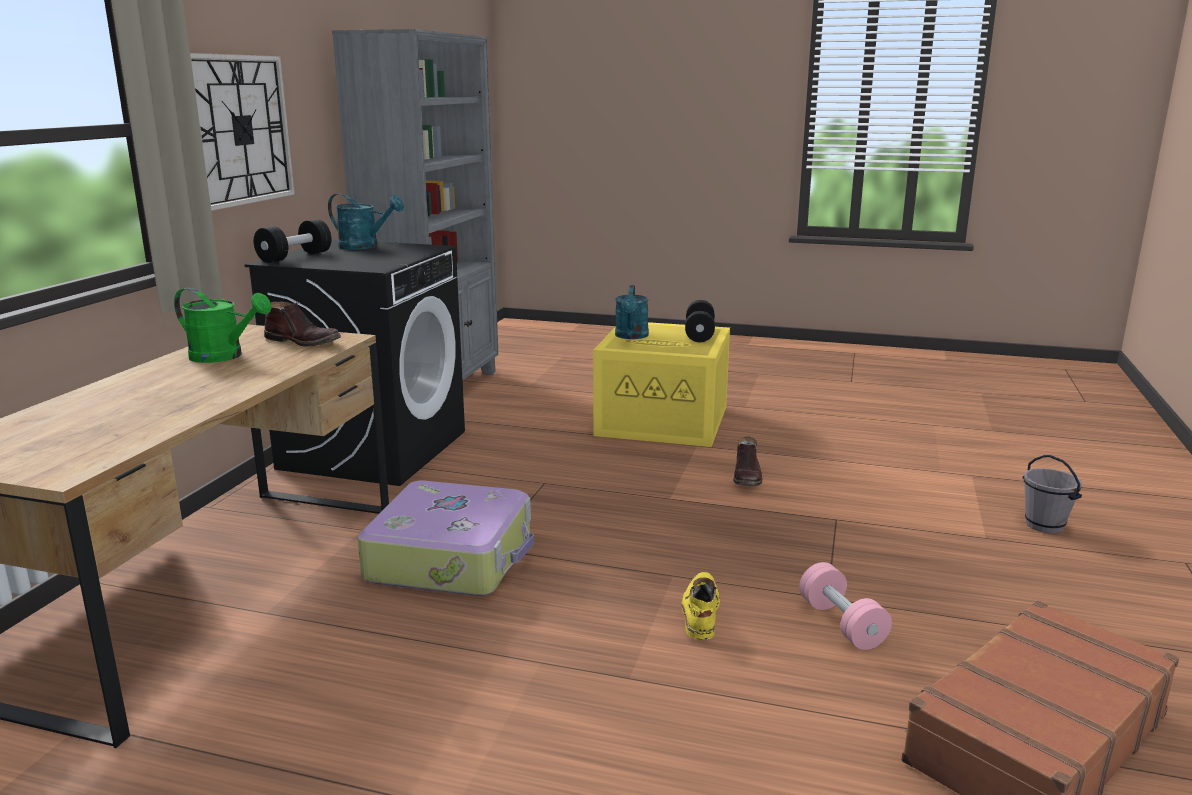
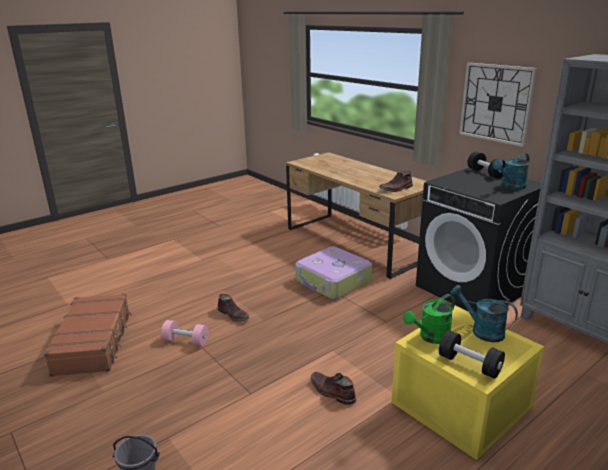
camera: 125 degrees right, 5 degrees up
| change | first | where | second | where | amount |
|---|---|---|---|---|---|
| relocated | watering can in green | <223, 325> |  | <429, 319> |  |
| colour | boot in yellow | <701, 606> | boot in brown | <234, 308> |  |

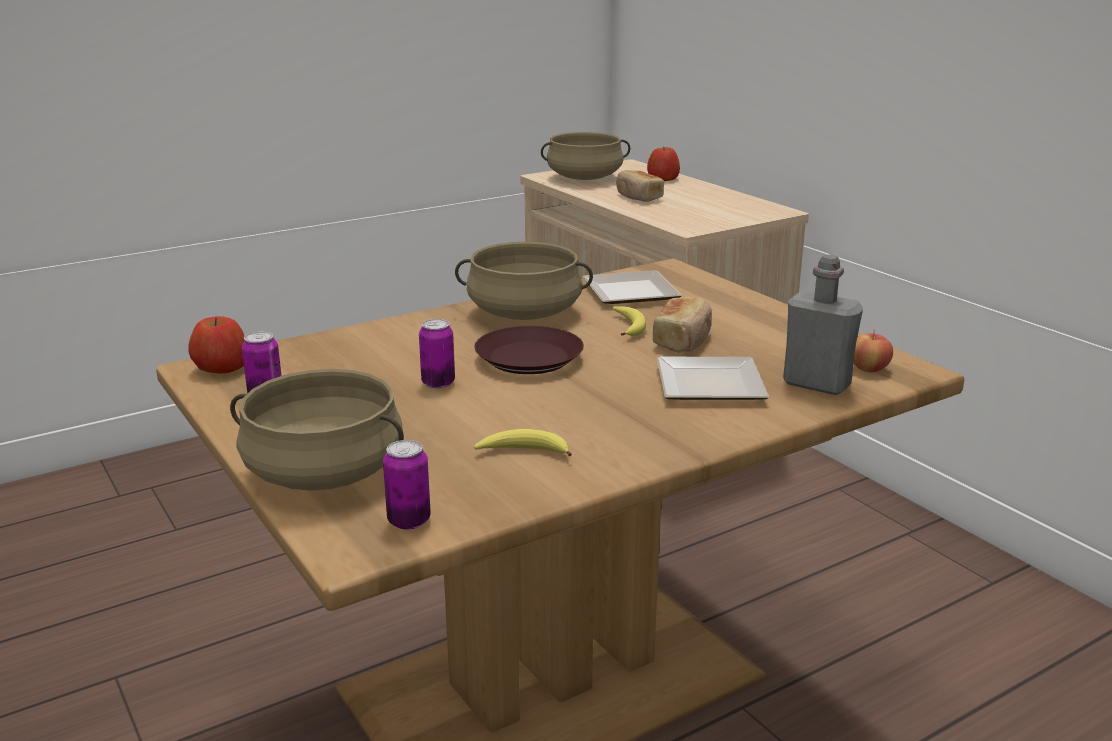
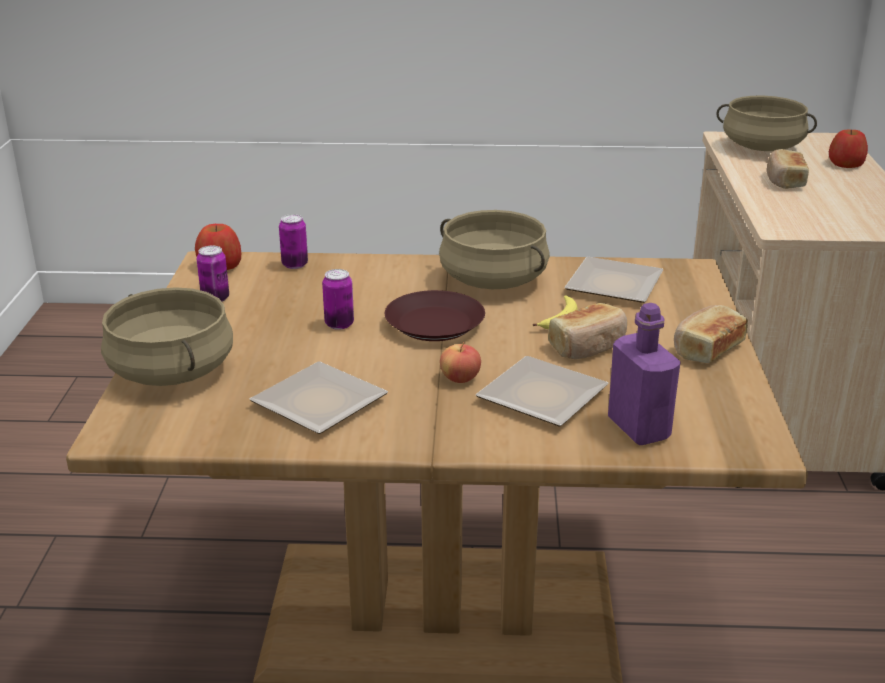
camera: 35 degrees right, 5 degrees up
| change | first | where | second | where | amount |
|---|---|---|---|---|---|
| appeared |  |  | bread | <711, 334> |  |
| relocated | can | <407, 485> |  | <293, 241> |  |
| relocated | apple | <873, 350> |  | <460, 362> |  |
| exchanged | banana | <522, 442> | plate | <318, 397> |  |
| colour | bottle in grey | <823, 324> | bottle in purple | <644, 374> |  |

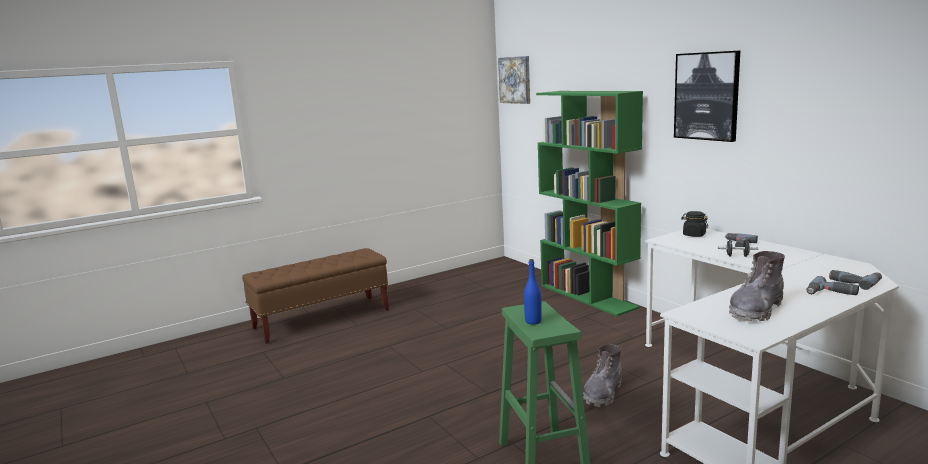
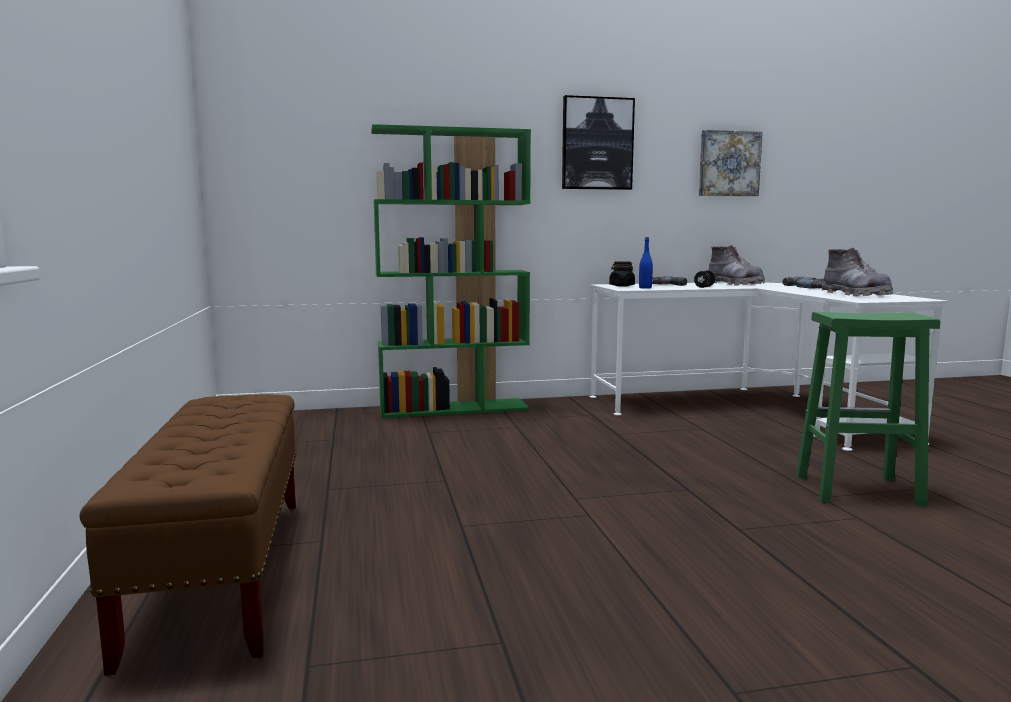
camera: 70 degrees left, 5 degrees down
| change | first | where | second | where | amount |
|---|---|---|---|---|---|
| relocated | picture | <514, 80> |  | <731, 163> |  |
| relocated | bottle in blue | <533, 292> |  | <646, 263> |  |
| relocated | boot in grey | <602, 375> |  | <737, 265> |  |

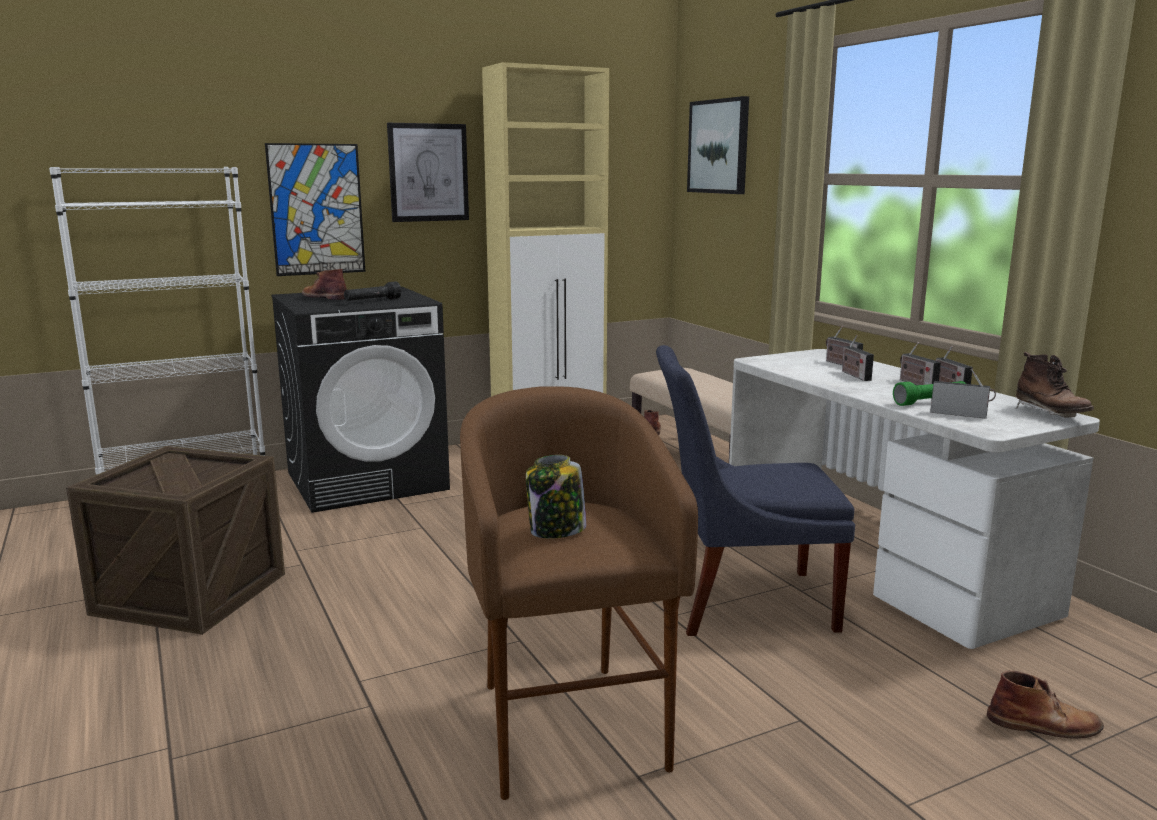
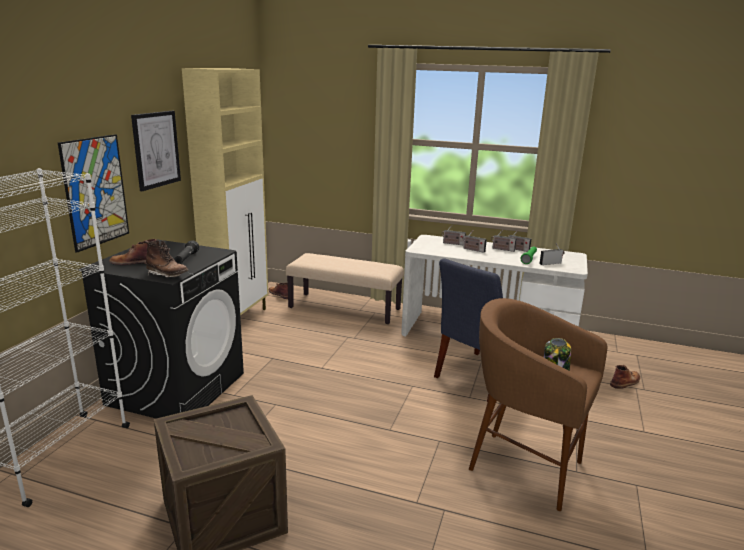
camera: 45 degrees left, 5 degrees up
| change | first | where | second | where | amount |
|---|---|---|---|---|---|
| missing | picture | <718, 145> |  |  |  |
| relocated | boot in brown | <1055, 385> |  | <166, 258> |  |

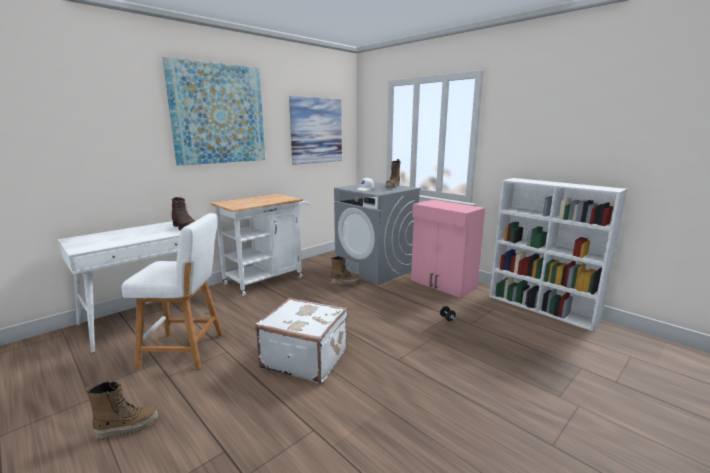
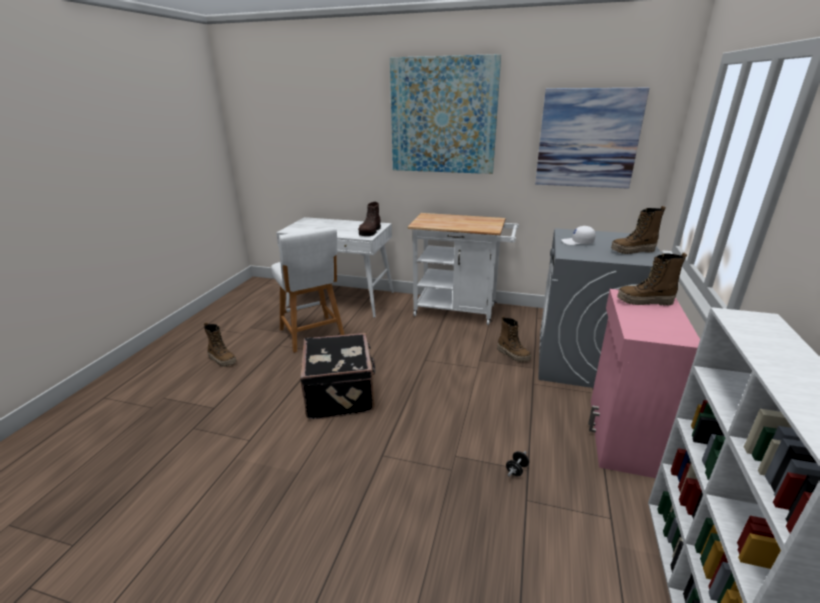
camera: 60 degrees right, 10 degrees up
| change | first | where | second | where | amount |
|---|---|---|---|---|---|
| appeared |  |  | boot | <652, 279> |  |
| colour | suitcase in white | <301, 340> | suitcase in black | <338, 376> |  |

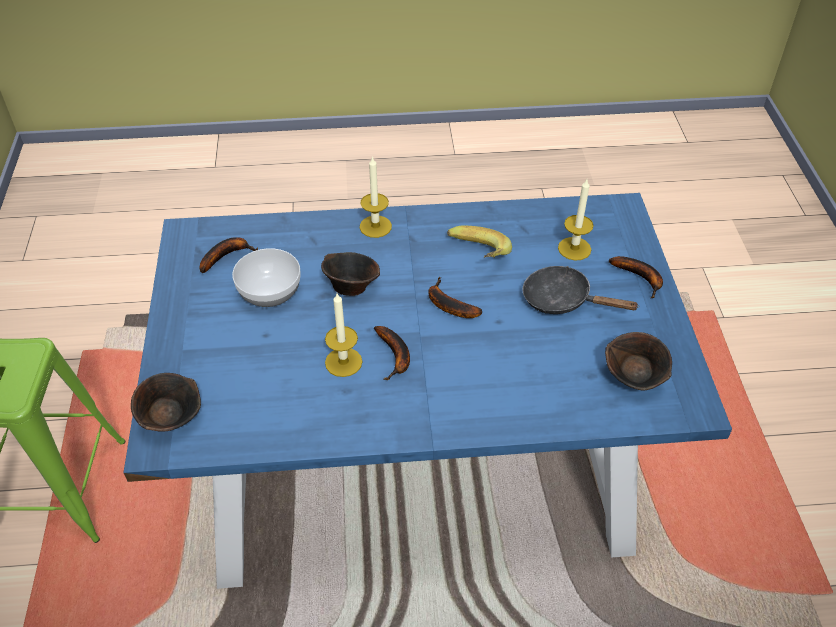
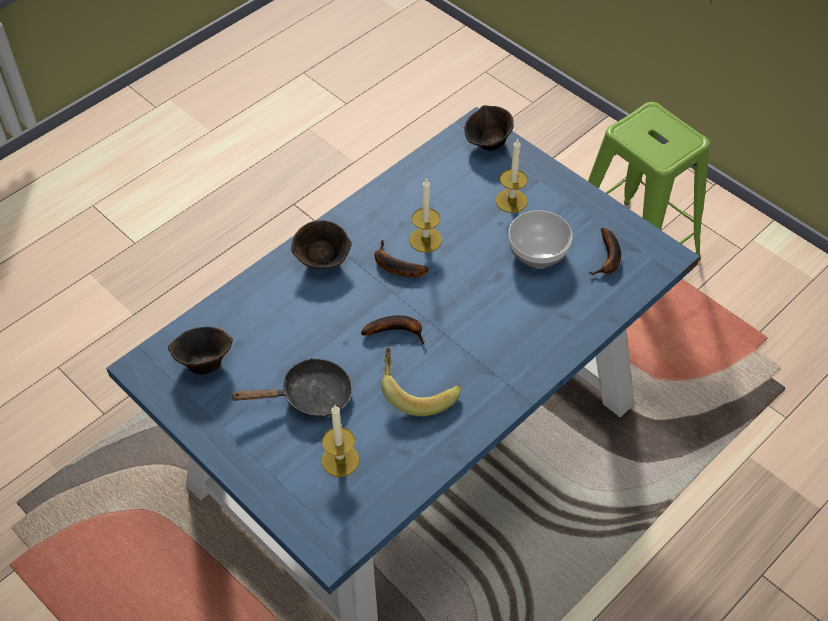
camera: 140 degrees right, 5 degrees up
| change | first | where | second | where | amount |
|---|---|---|---|---|---|
| missing | banana | <636, 277> |  |  |  |
| relocated | bowl in brown | <350, 274> |  | <321, 244> |  |
| relocated | candle | <376, 197> |  | <512, 176> |  |

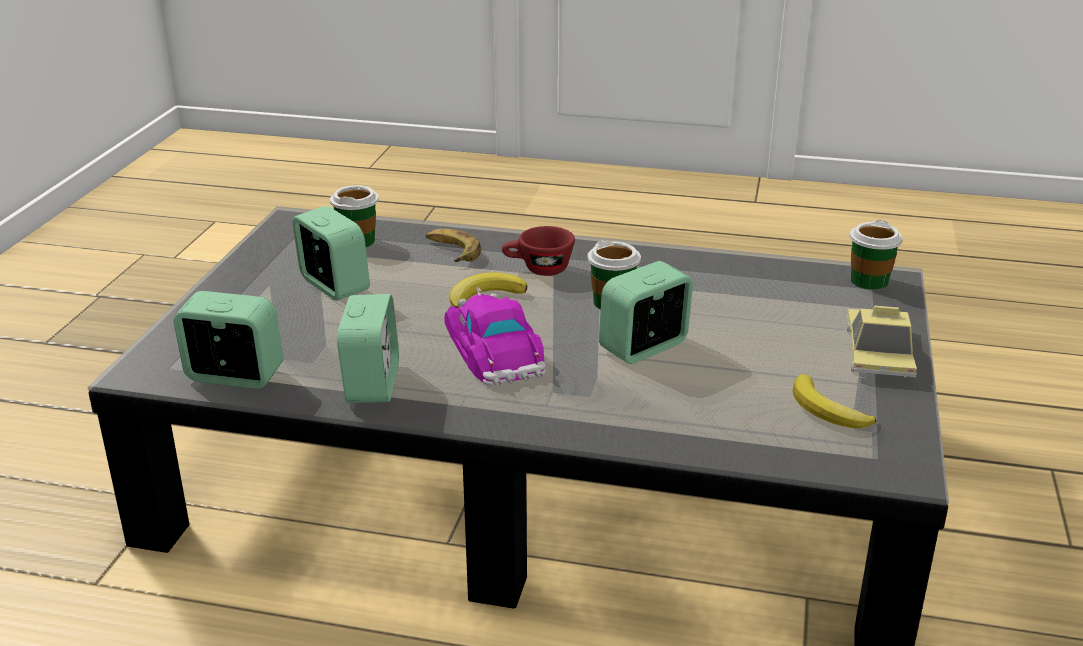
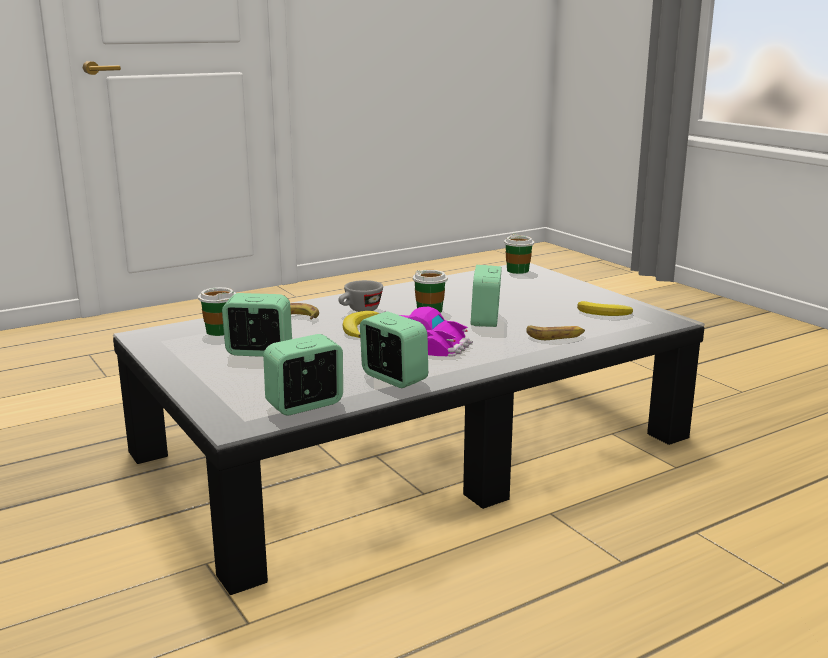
camera: 45 degrees left, 10 degrees down
| change | first | where | second | where | amount |
|---|---|---|---|---|---|
| missing | toy car | <882, 341> |  |  |  |
| appeared |  |  | banana | <555, 333> |  |
| colour | cup in red | <538, 251> | cup in grey | <360, 296> |  |

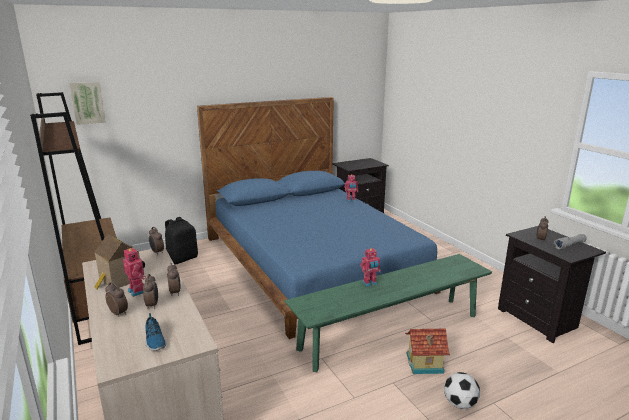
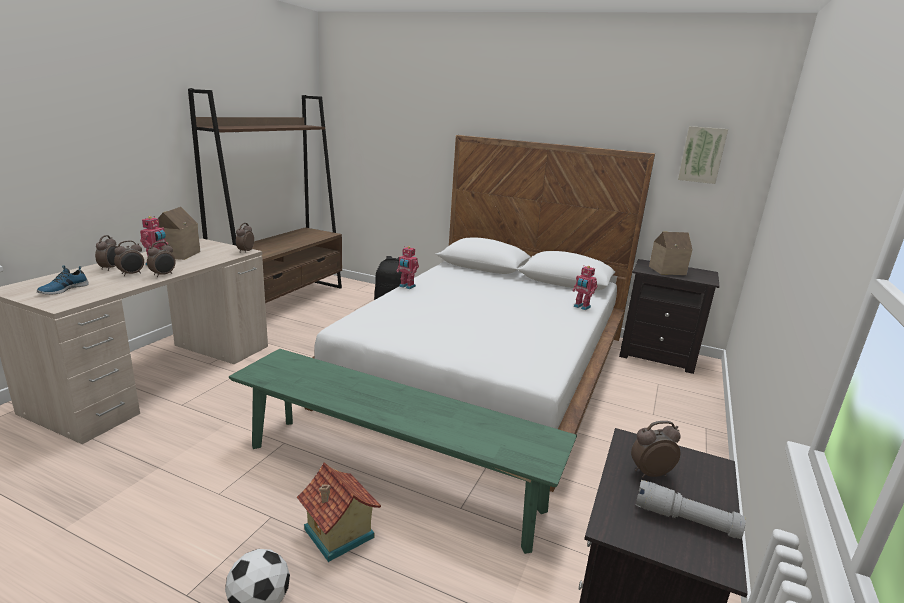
camera: 50 degrees right, 0 degrees up
| change | first | where | second | where | amount |
|---|---|---|---|---|---|
| appeared |  |  | toy house | <671, 253> |  |
| relocated | picture | <87, 103> |  | <703, 155> |  |
| relocated | toy robot | <370, 267> |  | <408, 267> |  |
| colour | bed in blue | <319, 218> | bed in white | <479, 313> |  |

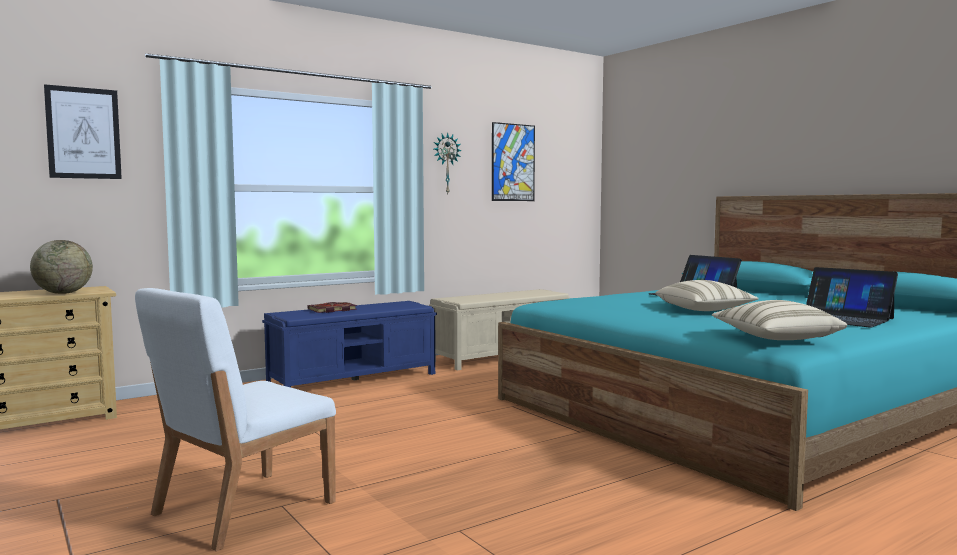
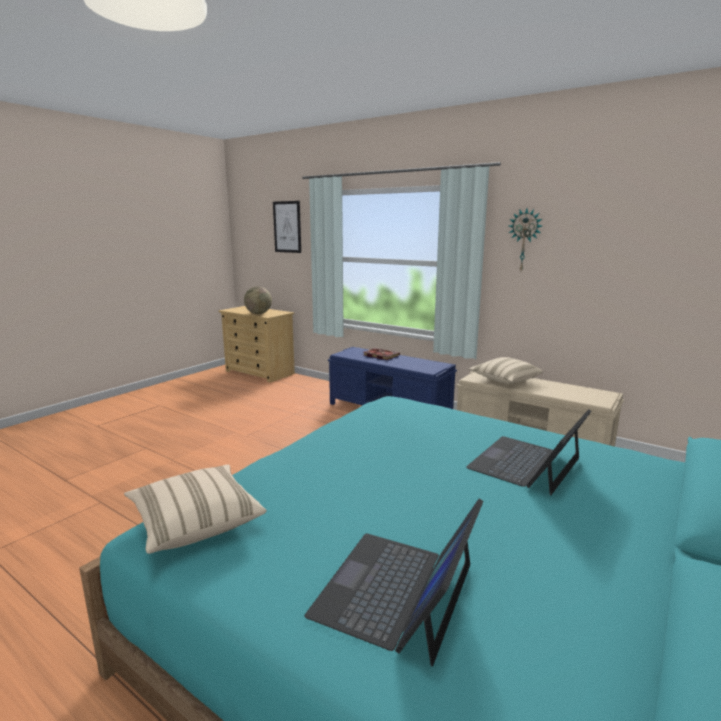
camera: 70 degrees right, 10 degrees up
| change | first | where | second | where | amount |
|---|---|---|---|---|---|
| missing | chair in white | <235, 419> |  |  |  |
| missing | picture | <513, 161> |  |  |  |
| relocated | pillow in beige | <706, 295> |  | <506, 370> |  |

